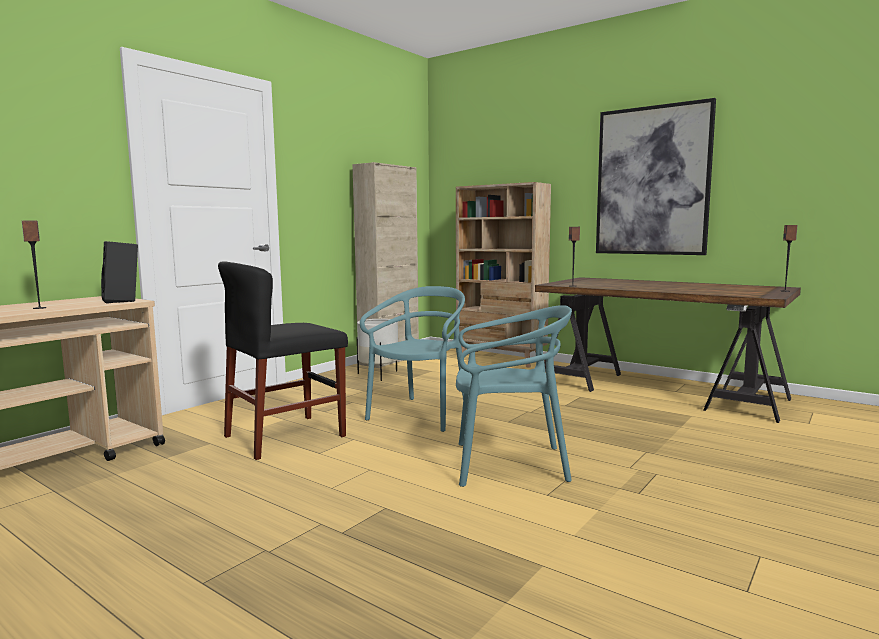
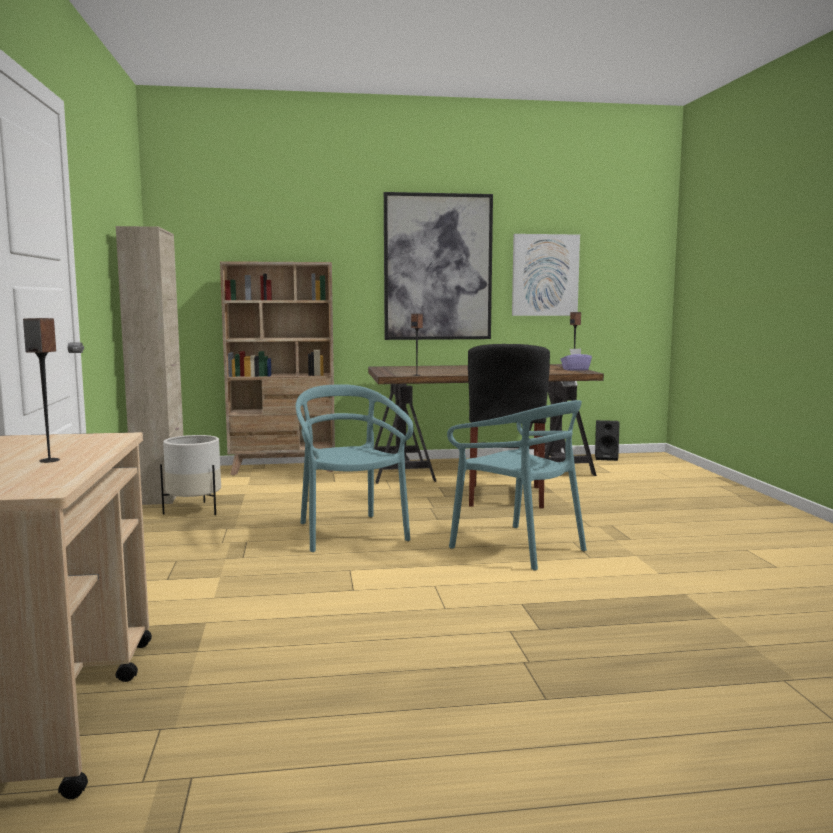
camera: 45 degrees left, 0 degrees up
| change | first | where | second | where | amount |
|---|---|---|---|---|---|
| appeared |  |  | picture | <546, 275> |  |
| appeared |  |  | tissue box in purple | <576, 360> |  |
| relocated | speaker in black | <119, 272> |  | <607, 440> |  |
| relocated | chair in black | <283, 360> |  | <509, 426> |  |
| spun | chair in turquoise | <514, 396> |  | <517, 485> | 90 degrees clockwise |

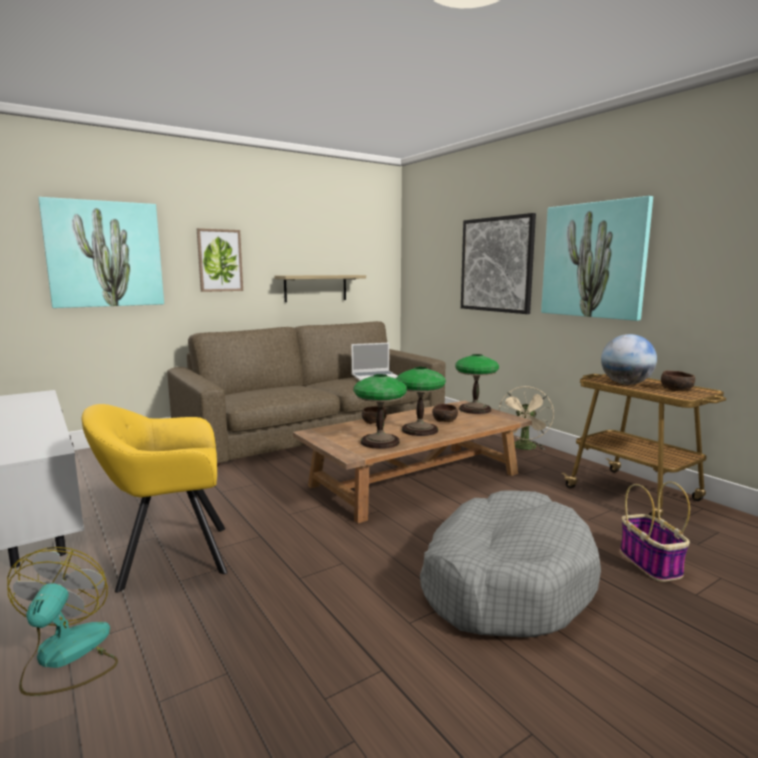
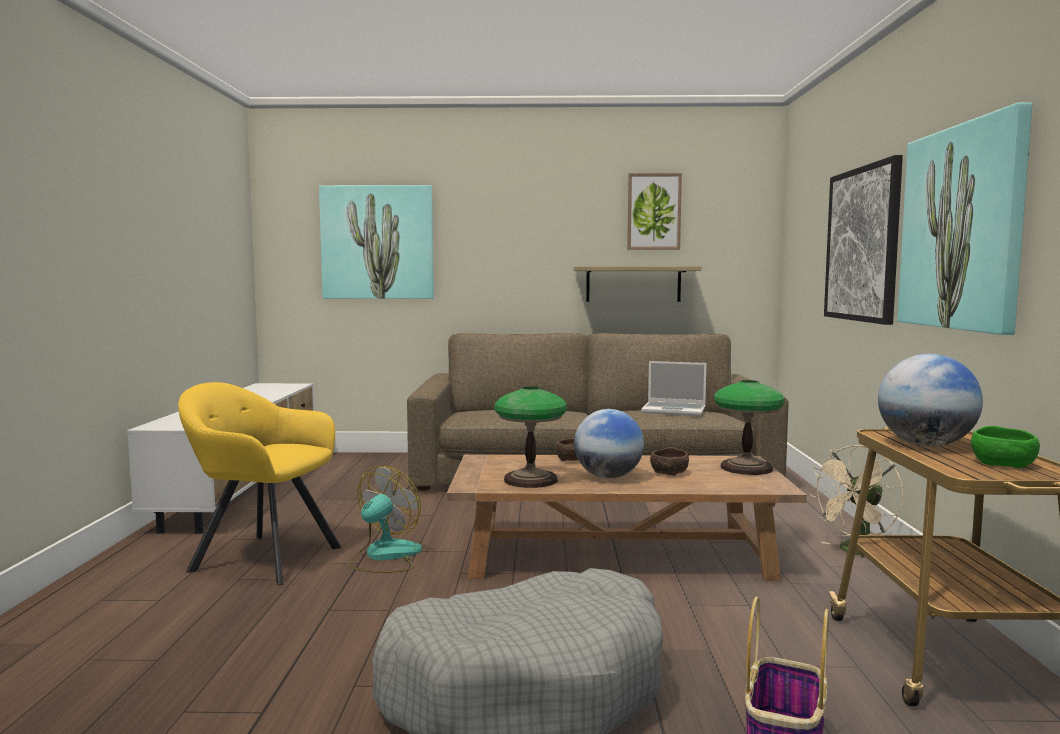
camera: 35 degrees right, 5 degrees down
| change | first | where | second | where | amount |
|---|---|---|---|---|---|
| relocated | fan | <62, 621> |  | <385, 519> |  |
| relocated | picture | <220, 260> |  | <654, 211> |  |
| exchanged | table lamp | <421, 401> | globe | <609, 444> |  |
| colour | bowl in brown | <678, 380> | bowl in green | <1005, 447> |  |

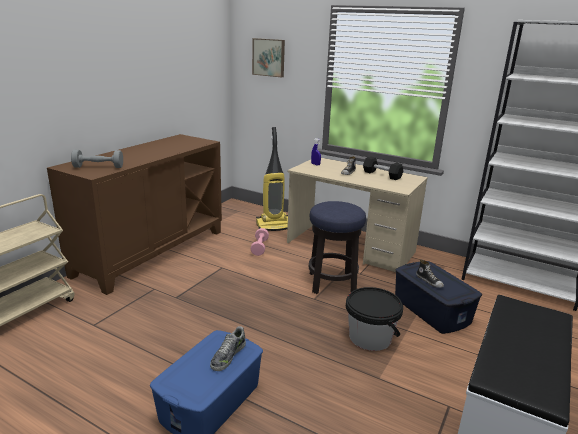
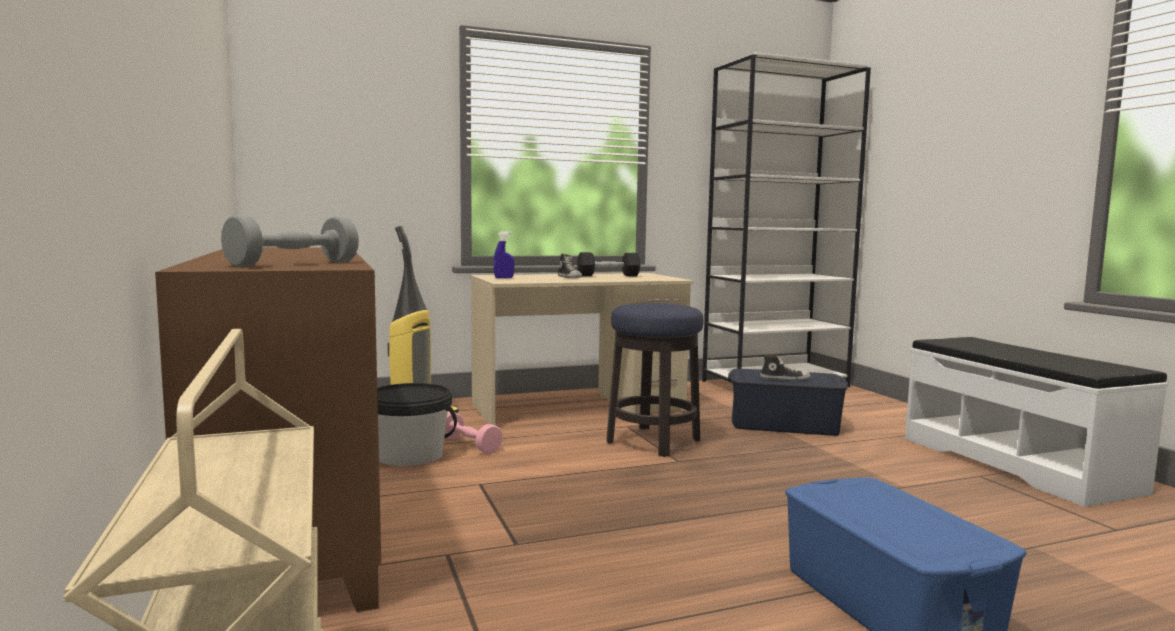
camera: 50 degrees left, 15 degrees down
| change | first | where | second | where | amount |
|---|---|---|---|---|---|
| missing | shoe | <228, 348> |  |  |  |
| missing | picture | <268, 58> |  |  |  |
| relocated | bucket in black | <374, 319> |  | <417, 425> |  |

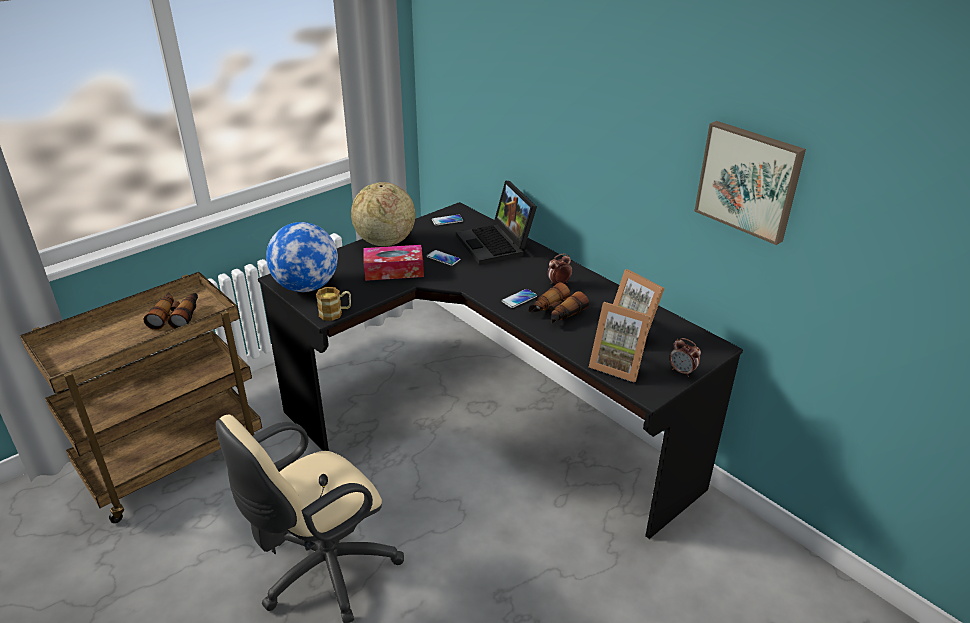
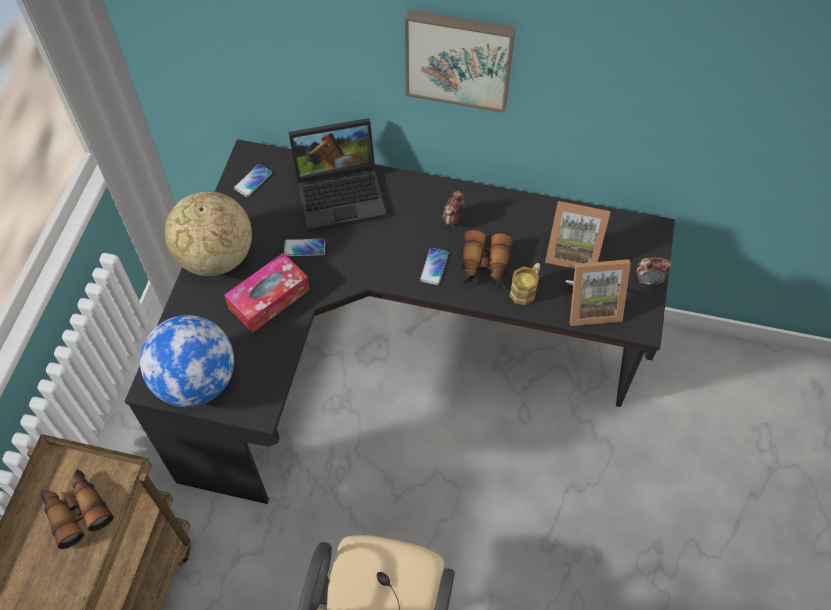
camera: 35 degrees left, 25 degrees up
| change | first | where | second | where | amount |
|---|---|---|---|---|---|
| relocated | mug | <333, 304> |  | <524, 284> |  |
| relocated | picture | <750, 183> |  | <460, 61> |  |
| spun | laptop | <496, 223> |  | <338, 175> | 45 degrees counterclockwise |

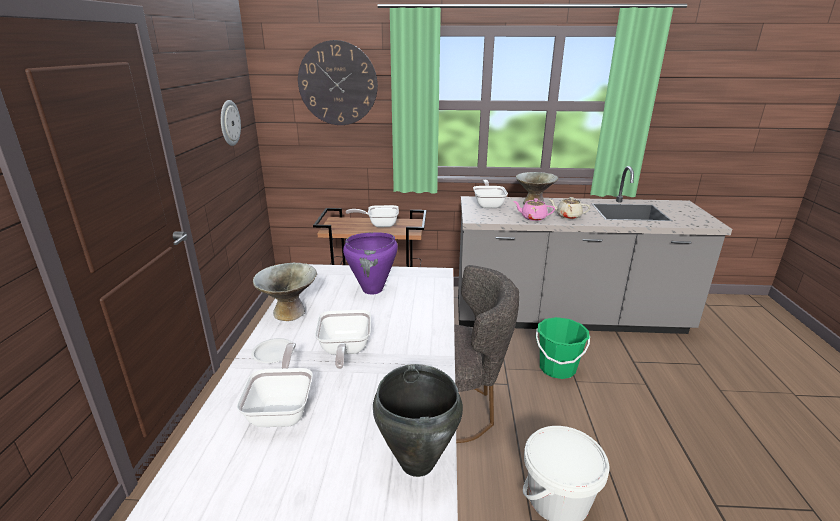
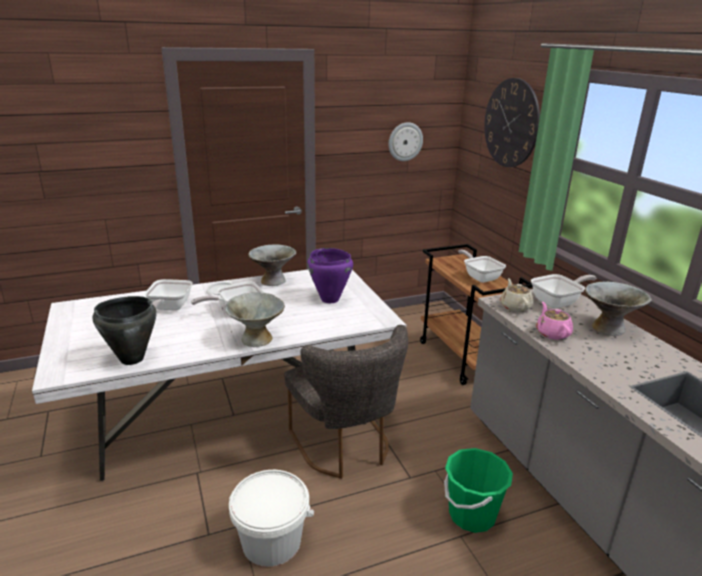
camera: 65 degrees right, 0 degrees up
| change | first | where | second | where | amount |
|---|---|---|---|---|---|
| appeared |  |  | bowl in grey | <255, 319> |  |
| relocated | teapot in beige | <569, 208> |  | <516, 295> |  |
| spun | frying pan | <275, 385> |  | <168, 294> | 120 degrees clockwise |

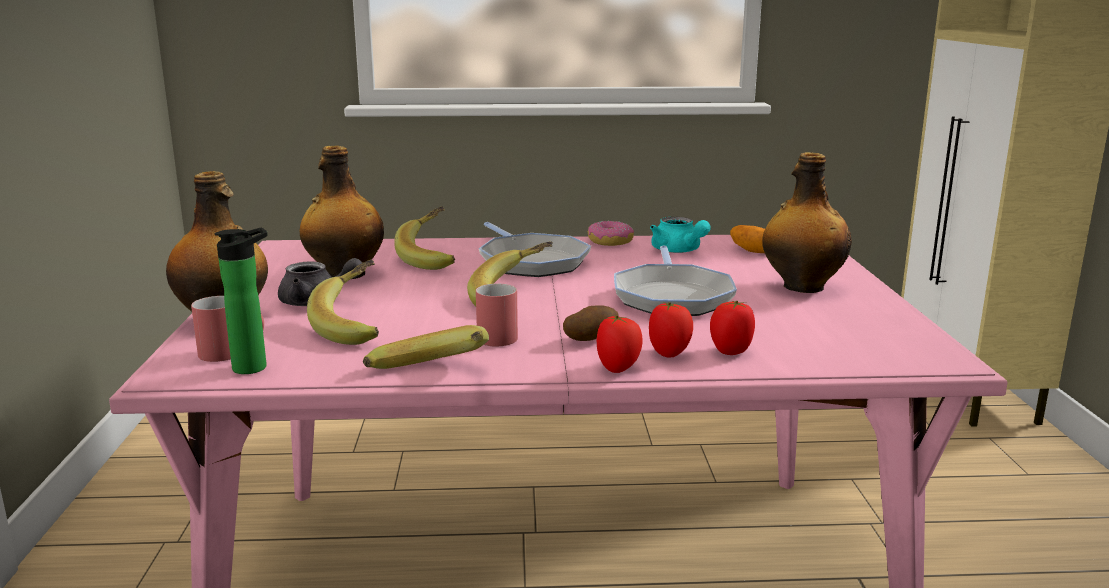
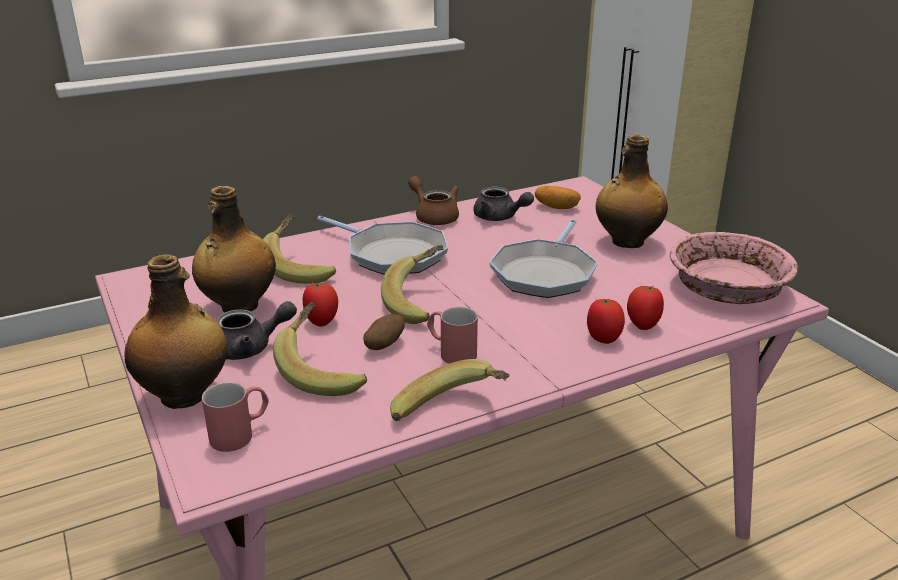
camera: 25 degrees left, 10 degrees up
| change | first | where | second | where | amount |
|---|---|---|---|---|---|
| missing | bottle | <241, 300> |  |  |  |
| appeared |  |  | bowl in pink | <734, 268> |  |
| relocated | potato | <591, 323> |  | <384, 332> |  |
| relocated | tomato | <620, 344> |  | <320, 305> |  |
| exchanged | donut | <611, 233> | teapot in brown | <433, 200> |  |
| colour | teapot in turquoise | <680, 235> | teapot in grey | <503, 204> |  |
| spun | frying pan | <675, 281> |  | <543, 258> | 45 degrees clockwise |

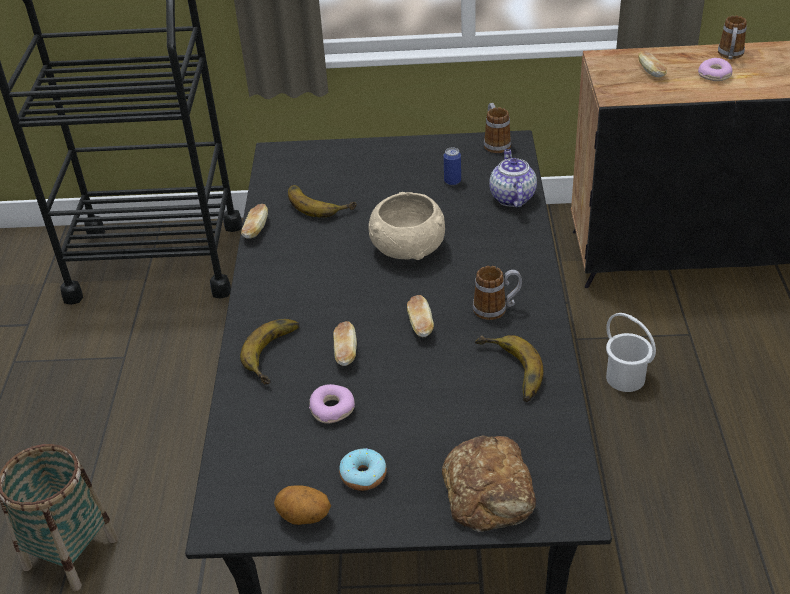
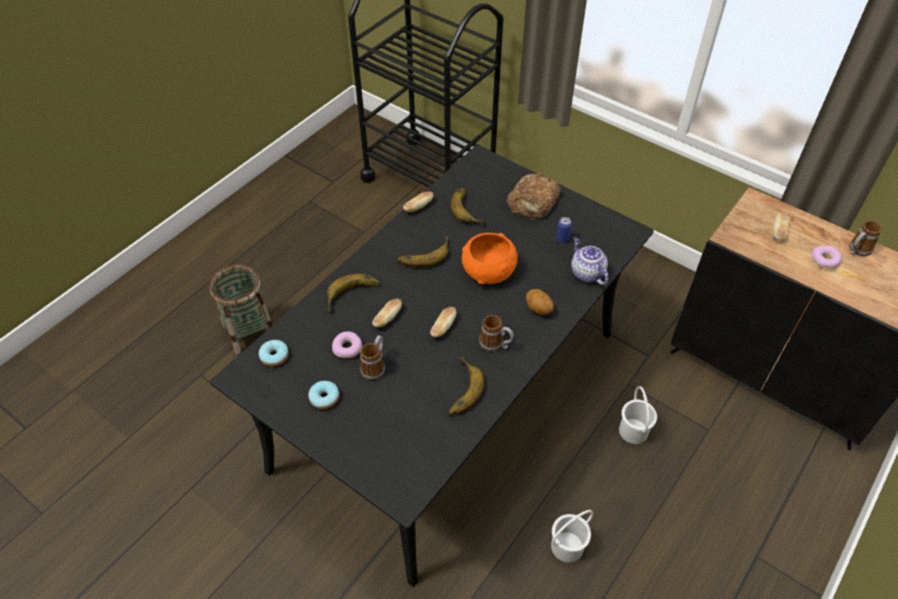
camera: 35 degrees right, 10 degrees up
| change | first | where | second | where | amount |
|---|---|---|---|---|---|
| appeared |  |  | donut | <274, 353> |  |
| appeared |  |  | banana | <423, 251> |  |
| appeared |  |  | bucket in white | <572, 536> |  |
| relocated | potato | <302, 505> |  | <540, 302> |  |
| relocated | bread | <489, 483> |  | <534, 196> |  |
| relocated | mug | <497, 128> |  | <372, 357> |  |
| colour | bowl in beige | <406, 226> | bowl in orange | <490, 259> |  |
| spun | teapot | <513, 178> |  | <590, 261> | 60 degrees counterclockwise |

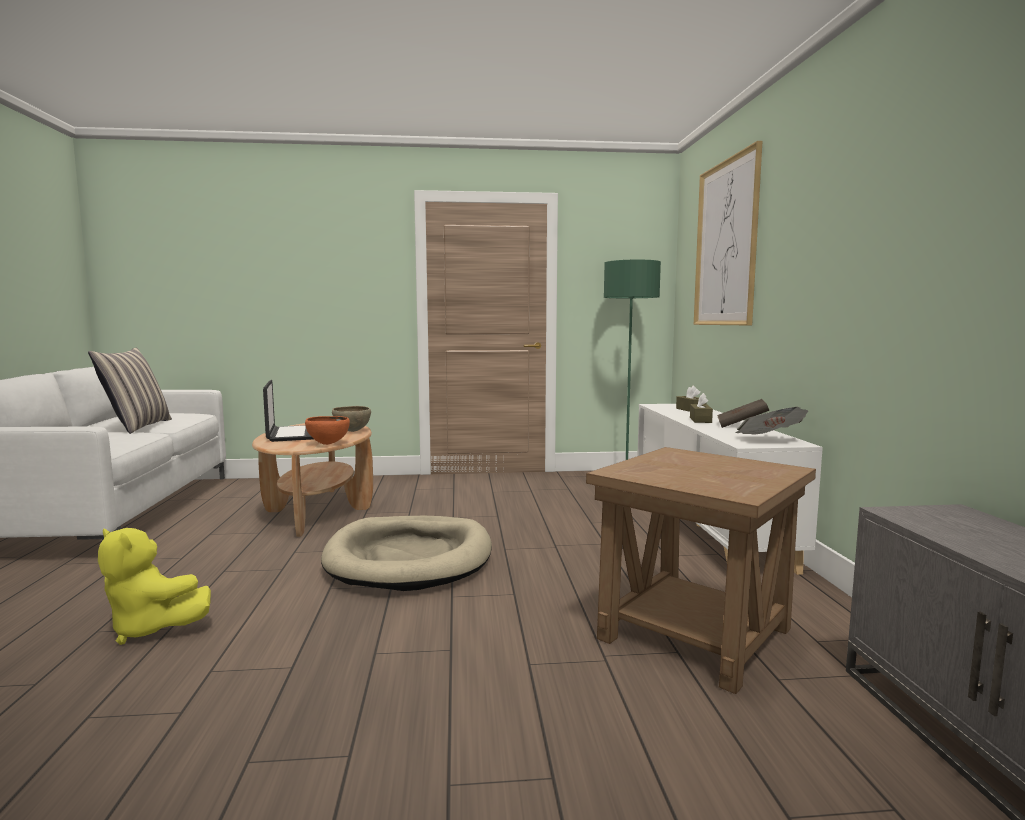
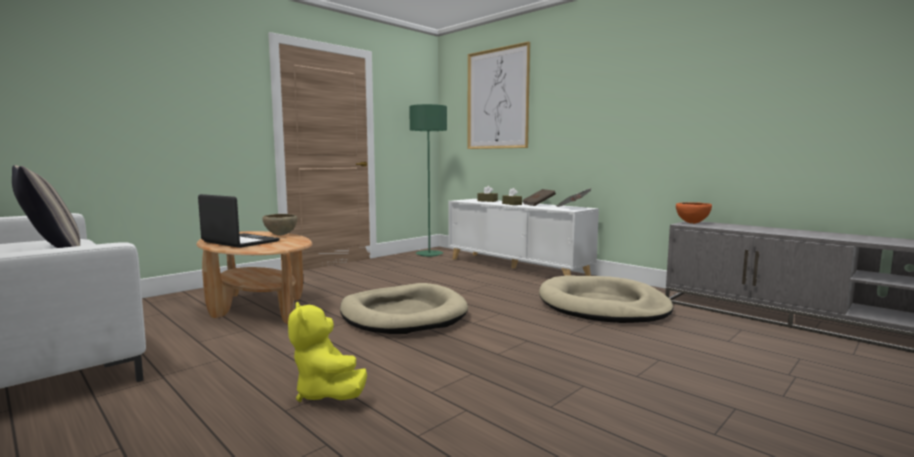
camera: 40 degrees left, 0 degrees up
| change | first | where | second | where | amount |
|---|---|---|---|---|---|
| relocated | bowl in orange | <327, 430> |  | <694, 213> |  |
| exchanged | side table in brown | <701, 570> | dog bed in beige | <606, 299> |  |
| spun | plush toy in yellow | <154, 586> |  | <327, 352> | 75 degrees clockwise |

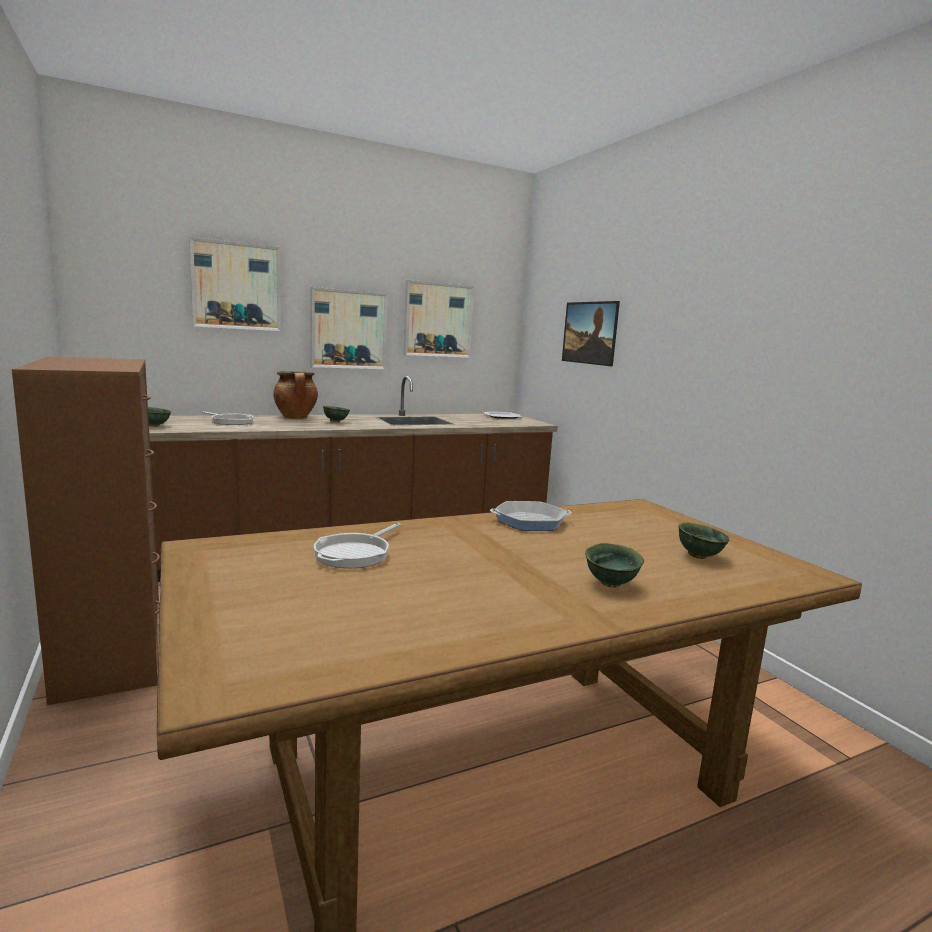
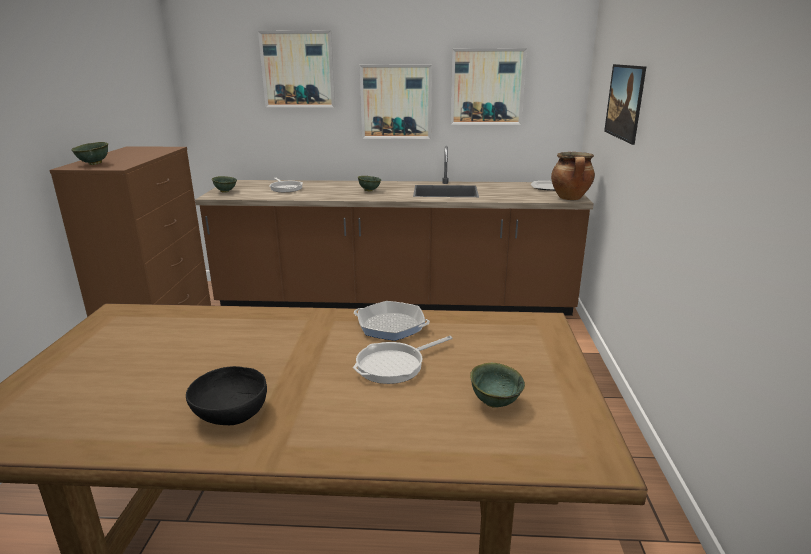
camera: 30 degrees right, 10 degrees up
| change | first | where | second | where | amount |
|---|---|---|---|---|---|
| appeared |  |  | bowl in black | <226, 395> |  |
| relocated | cooking pot | <295, 395> |  | <573, 176> |  |
| relocated | frying pan | <357, 545> |  | <402, 360> |  |
| relocated | bowl in green | <614, 565> |  | <89, 153> |  |

